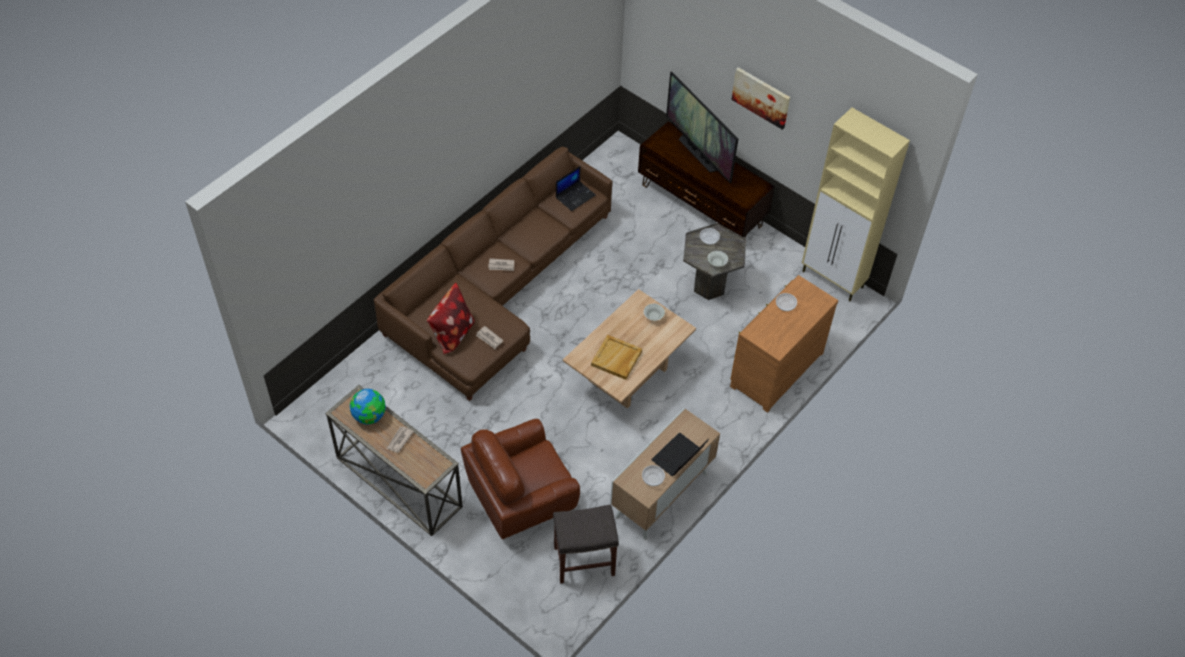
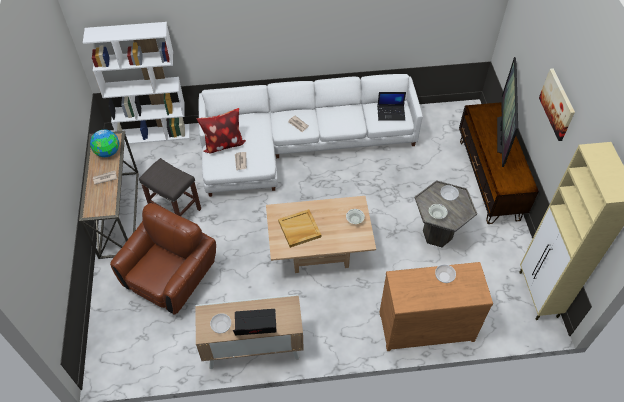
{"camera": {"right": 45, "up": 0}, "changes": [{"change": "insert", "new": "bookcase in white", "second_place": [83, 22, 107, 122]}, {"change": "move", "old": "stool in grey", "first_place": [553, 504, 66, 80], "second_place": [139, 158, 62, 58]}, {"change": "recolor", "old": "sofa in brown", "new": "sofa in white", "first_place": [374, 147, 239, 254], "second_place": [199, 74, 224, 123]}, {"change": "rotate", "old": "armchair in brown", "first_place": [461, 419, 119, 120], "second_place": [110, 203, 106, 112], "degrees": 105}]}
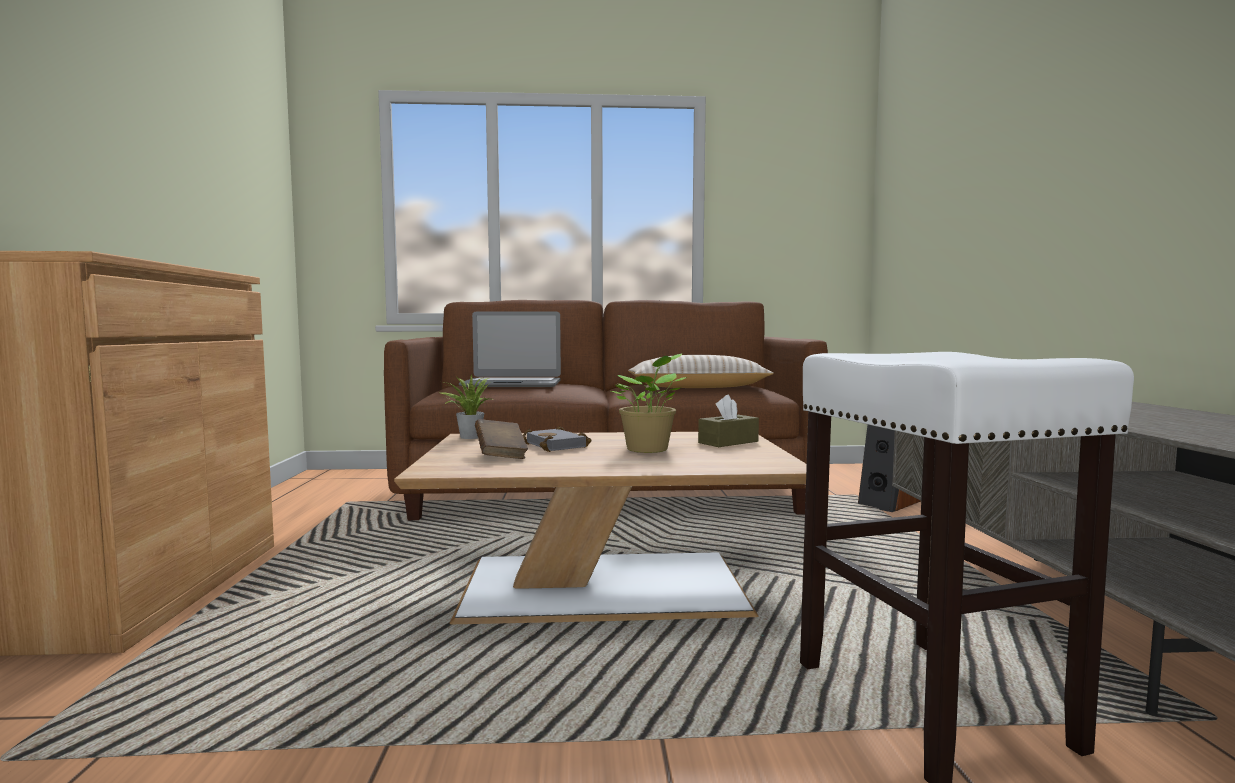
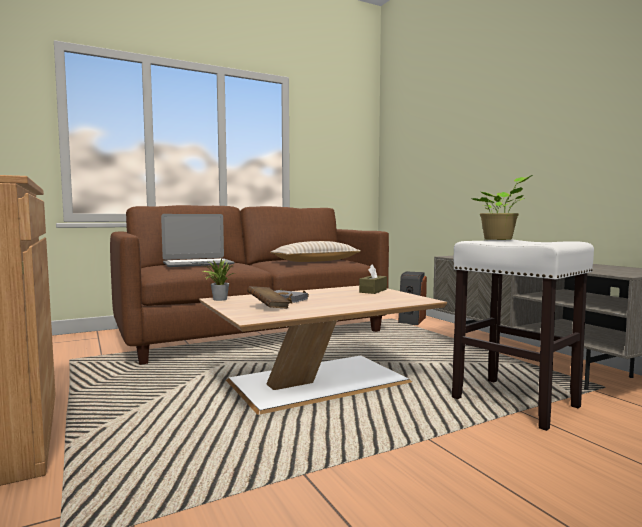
{"camera": {"right": -25, "up": 0}, "changes": [{"change": "move", "old": "potted plant", "first_place": [611, 354, 76, 99], "second_place": [472, 175, 61, 65]}]}
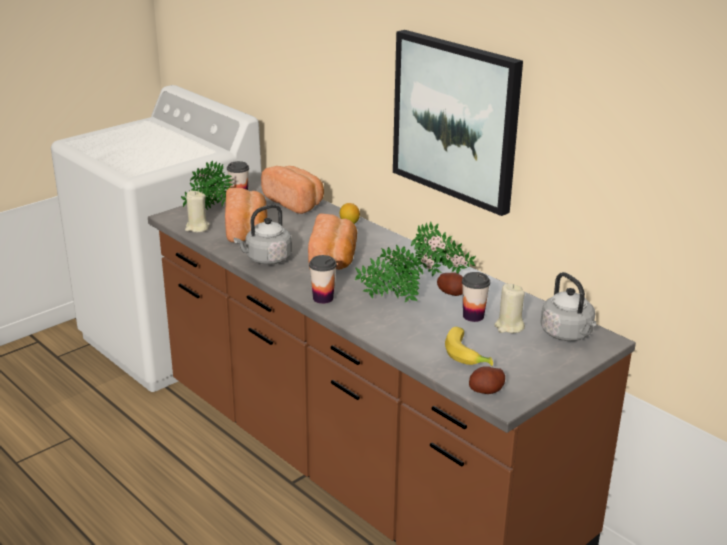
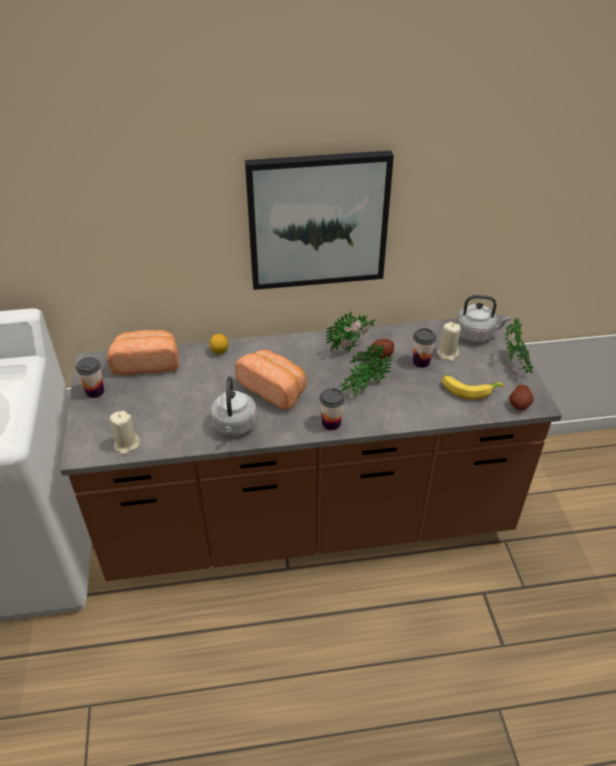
{"camera": {"right": -55, "up": 15}, "changes": [{"change": "delete", "old": "bread", "first_place": [225, 188, 42, 54]}, {"change": "move", "old": "potted plant", "first_place": [181, 161, 52, 49], "second_place": [505, 318, 29, 56]}]}
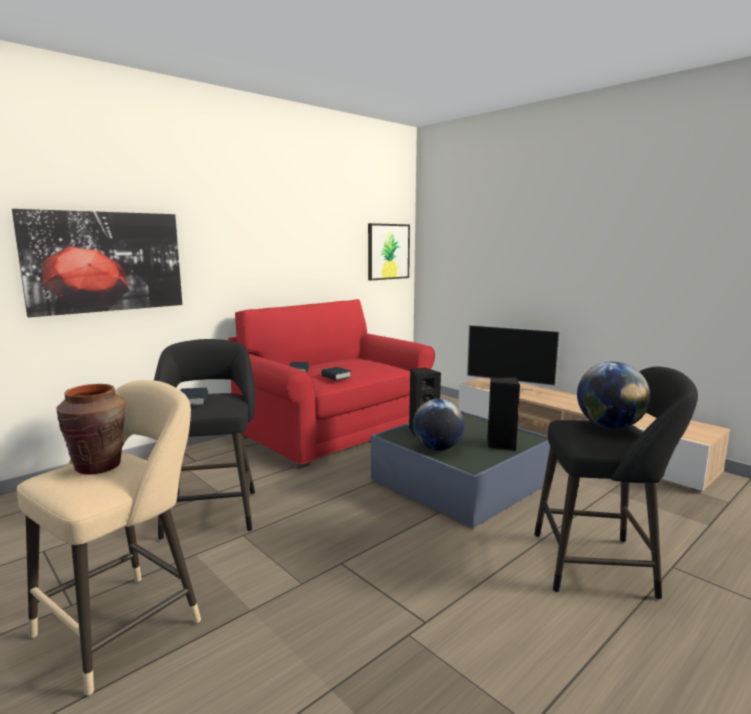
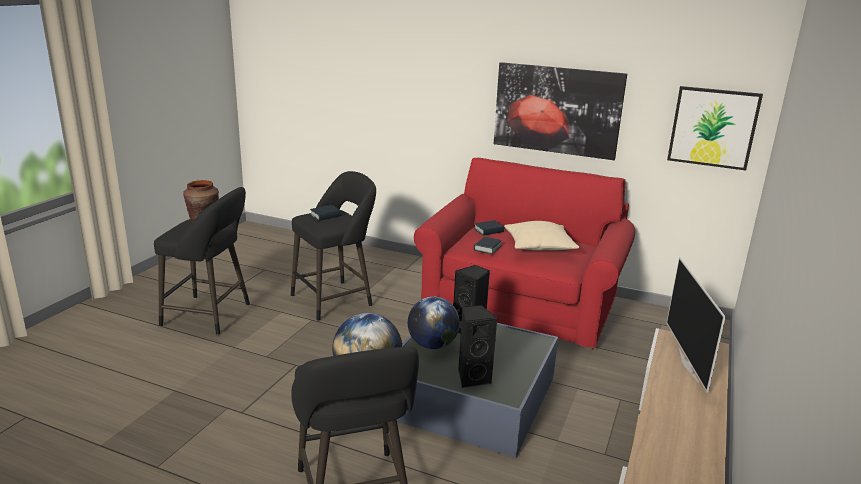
{"camera": {"right": 65, "up": 10}, "changes": [{"change": "insert", "new": "pillow in beige", "second_place": [504, 221, 75, 30]}, {"change": "move", "old": "picture", "first_place": [12, 209, 170, 108], "second_place": [494, 62, 133, 98]}, {"change": "recolor", "old": "stool in beige", "new": "stool in black", "first_place": [17, 380, 184, 316], "second_place": [154, 187, 96, 148]}]}
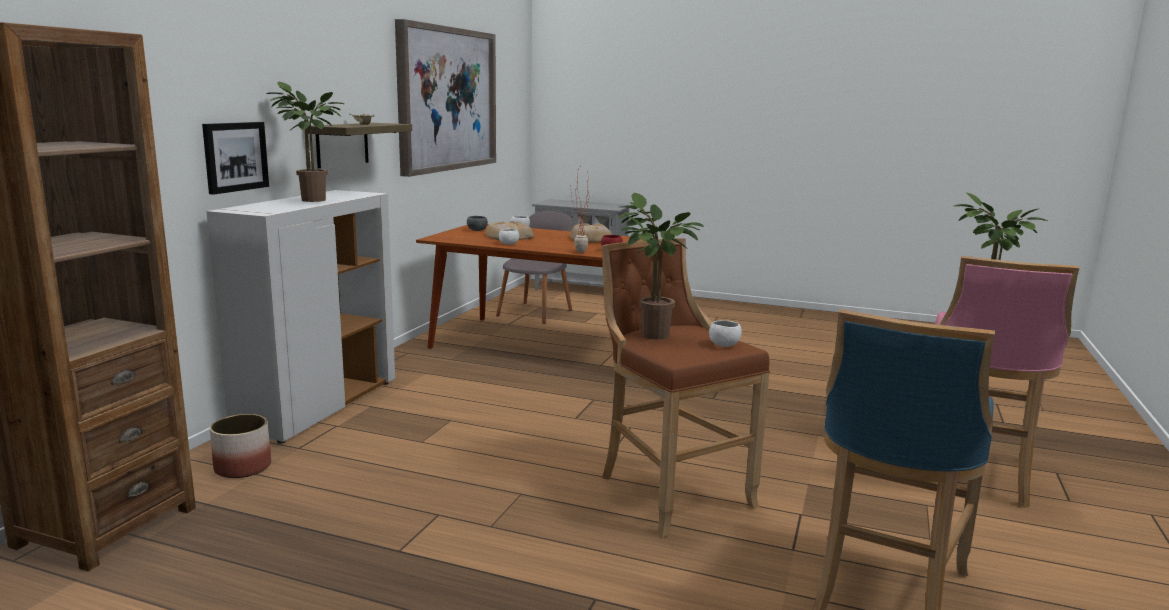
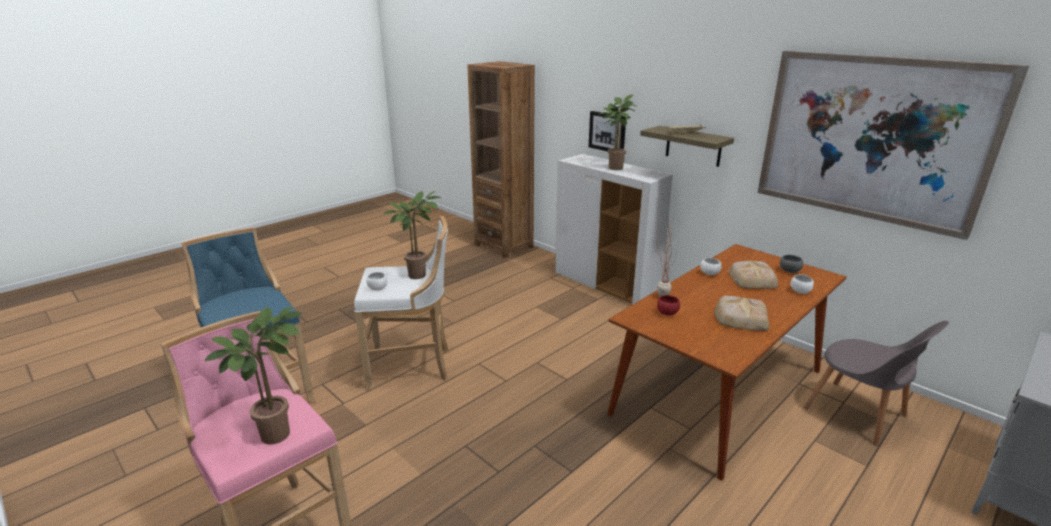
{"camera": {"right": 115, "up": 10}, "changes": [{"change": "delete", "old": "planter", "first_place": [210, 414, 61, 64]}, {"change": "recolor", "old": "stool in brown", "new": "stool in white", "first_place": [602, 238, 168, 300], "second_place": [354, 216, 94, 175]}]}
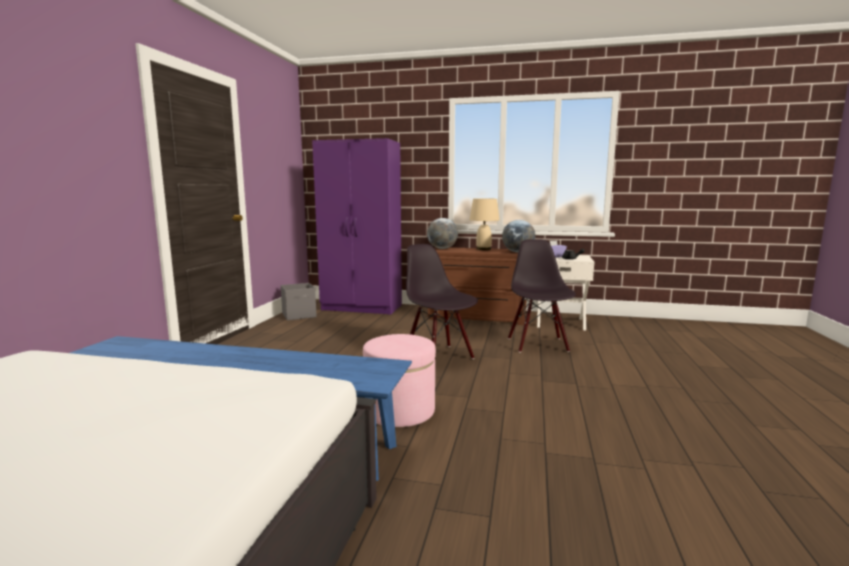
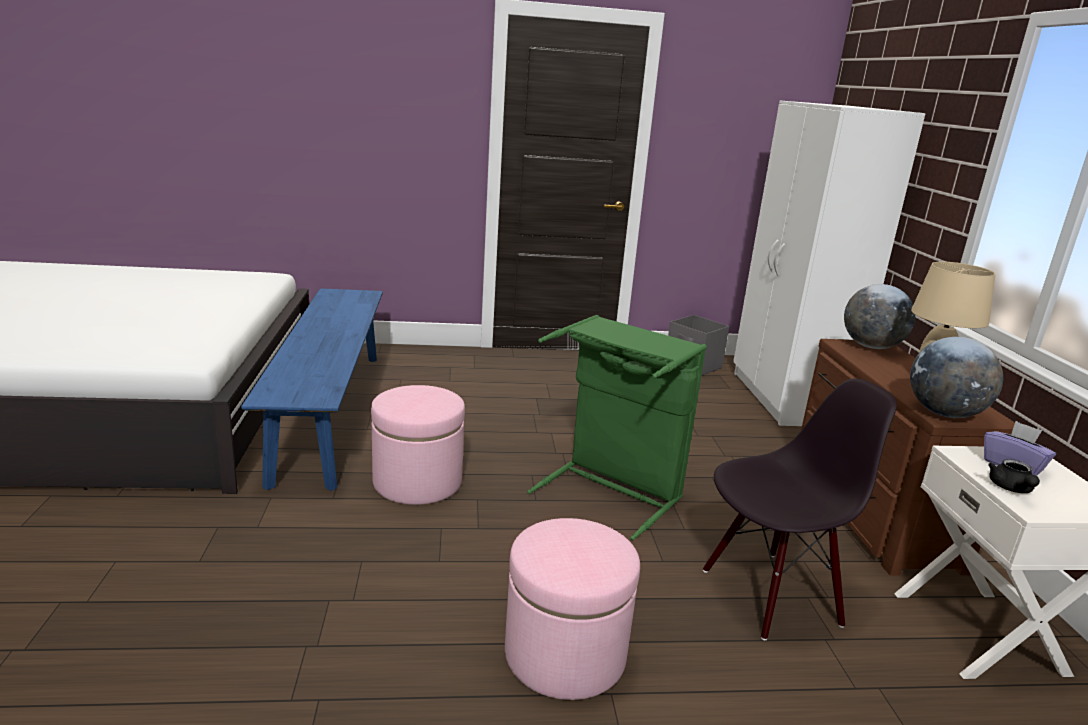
{"camera": {"right": 70, "up": 10}, "changes": [{"change": "insert", "new": "ottoman in pink", "second_place": [505, 518, 135, 182]}, {"change": "replace", "old": "chair in black", "new": "laundry basket in green", "first_place": [406, 244, 72, 115], "second_place": [527, 315, 180, 225]}, {"change": "recolor", "old": "wardrobe in purple", "new": "wardrobe in white", "first_place": [312, 138, 90, 177], "second_place": [733, 101, 193, 325]}]}
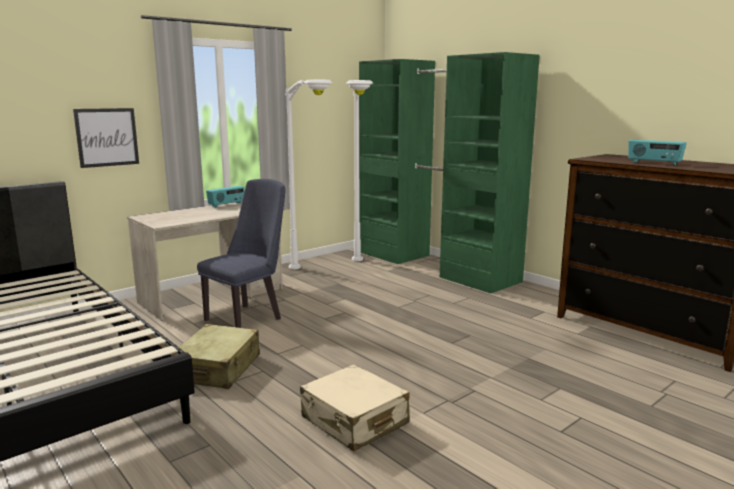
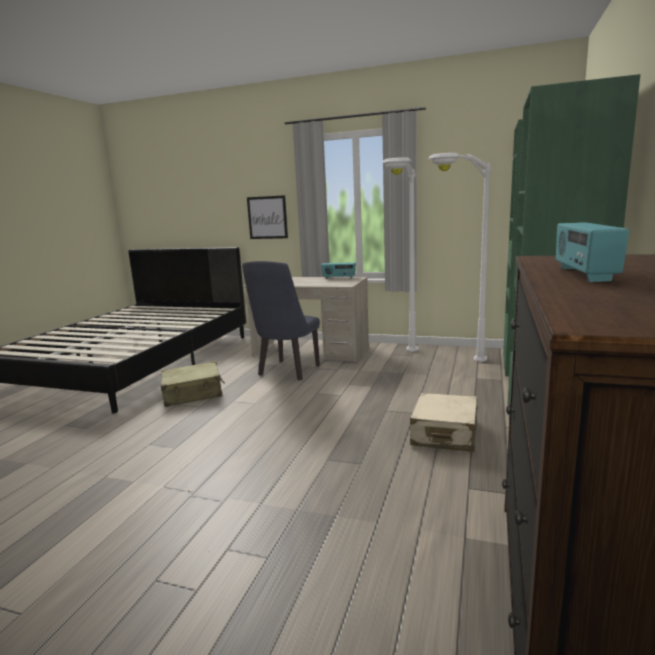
{"camera": {"right": 60, "up": 0}, "changes": [{"change": "move", "old": "suitcase in beige", "first_place": [300, 364, 109, 87], "second_place": [410, 393, 68, 59]}, {"change": "rotate", "old": "chair in blue", "first_place": [197, 179, 89, 149], "second_place": [242, 261, 78, 119], "degrees": 105}]}
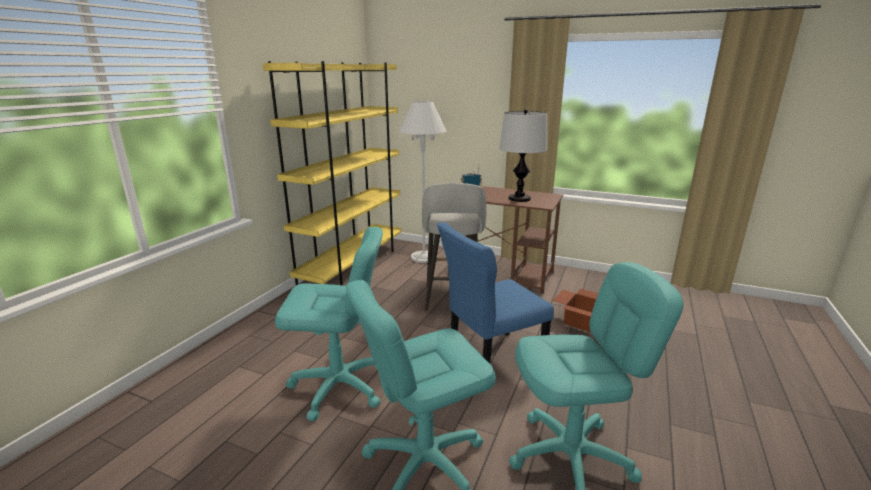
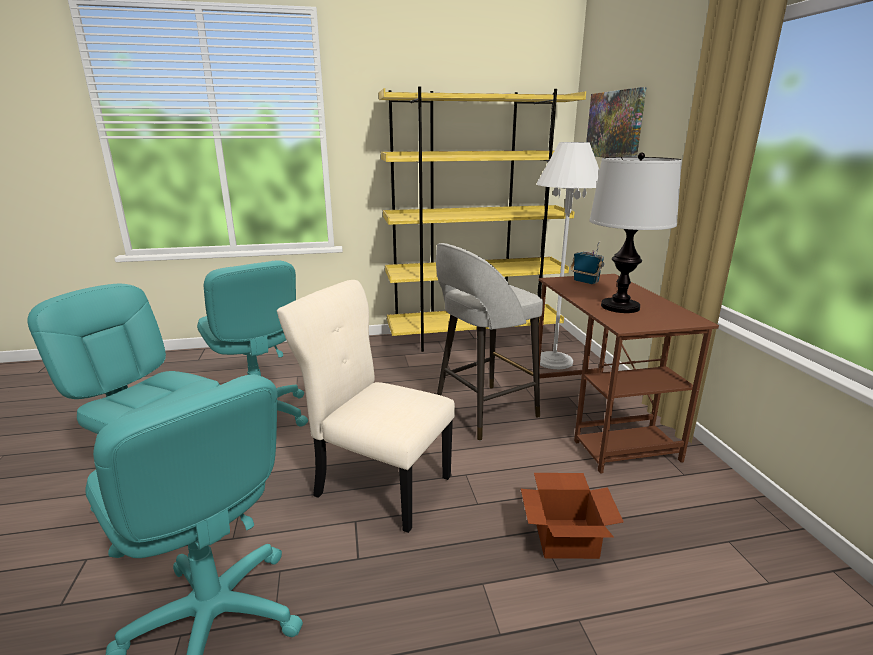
{"camera": {"right": 55, "up": 0}, "changes": [{"change": "insert", "new": "picture", "second_place": [586, 87, 60, 71]}, {"change": "recolor", "old": "chair in blue", "new": "chair in beige", "first_place": [437, 222, 117, 141], "second_place": [277, 280, 178, 253]}]}
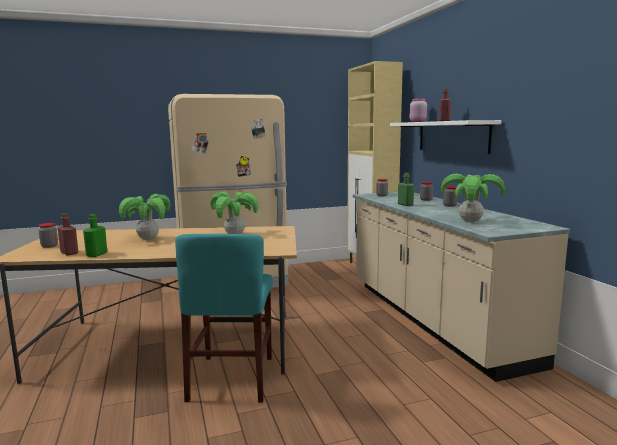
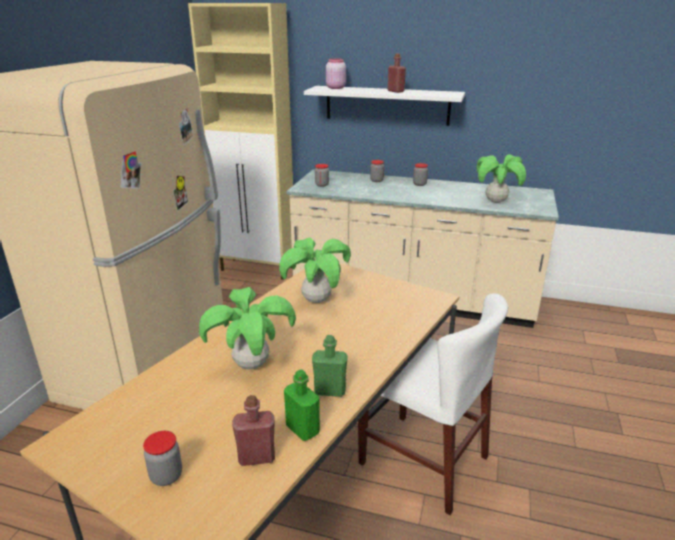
{"camera": {"right": -55, "up": 15}, "changes": [{"change": "move", "old": "bottle in green", "first_place": [398, 173, 16, 33], "second_place": [312, 335, 36, 62]}, {"change": "recolor", "old": "chair in turquoise", "new": "chair in white", "first_place": [175, 234, 98, 169], "second_place": [358, 293, 150, 222]}]}
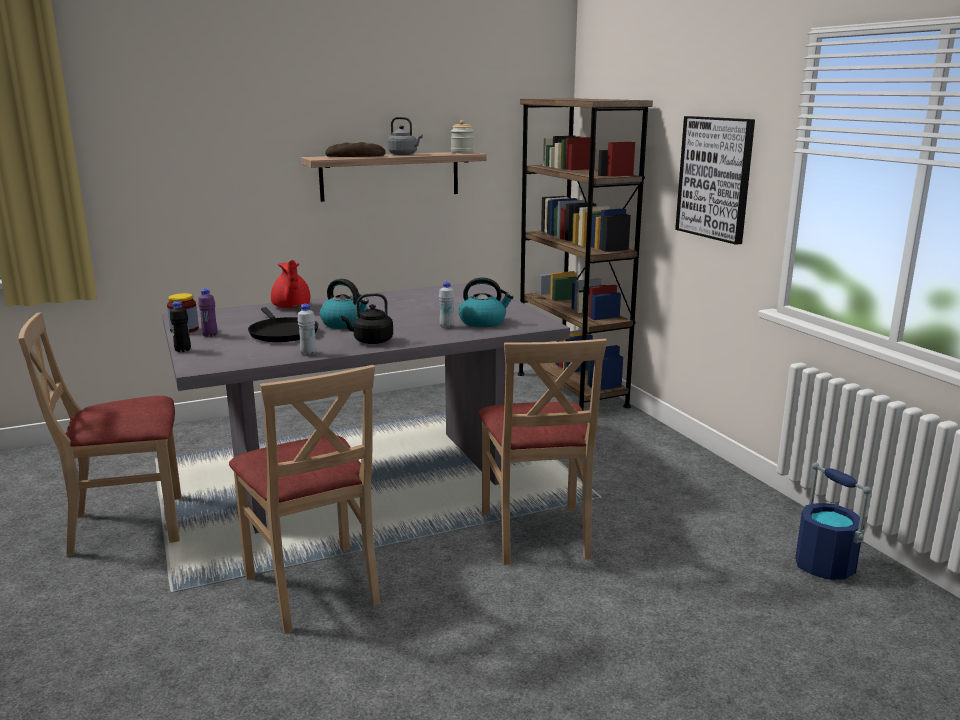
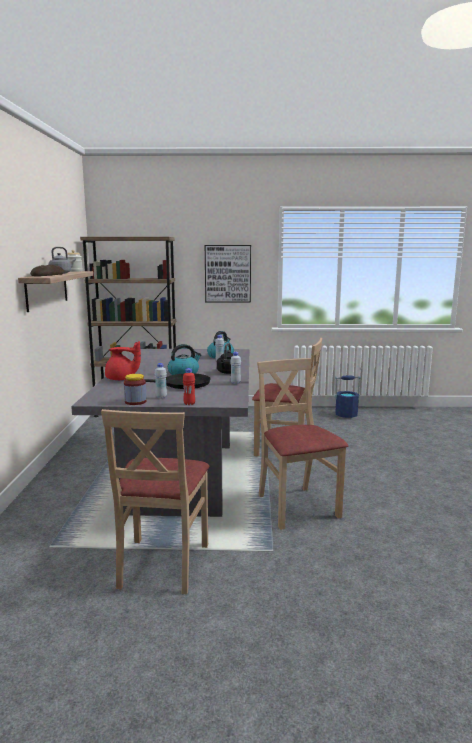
{"camera": {"right": -65, "up": -5}, "changes": [{"change": "recolor", "old": "bottle in black", "new": "bottle in red", "first_place": [170, 301, 21, 51], "second_place": [183, 368, 12, 37]}, {"change": "recolor", "old": "bottle in purple", "new": "bottle in white", "first_place": [198, 289, 20, 48], "second_place": [155, 363, 12, 36]}, {"change": "rotate", "old": "chair in beige", "first_place": [229, 365, 151, 269], "second_place": [257, 358, 91, 172], "degrees": -105}]}
